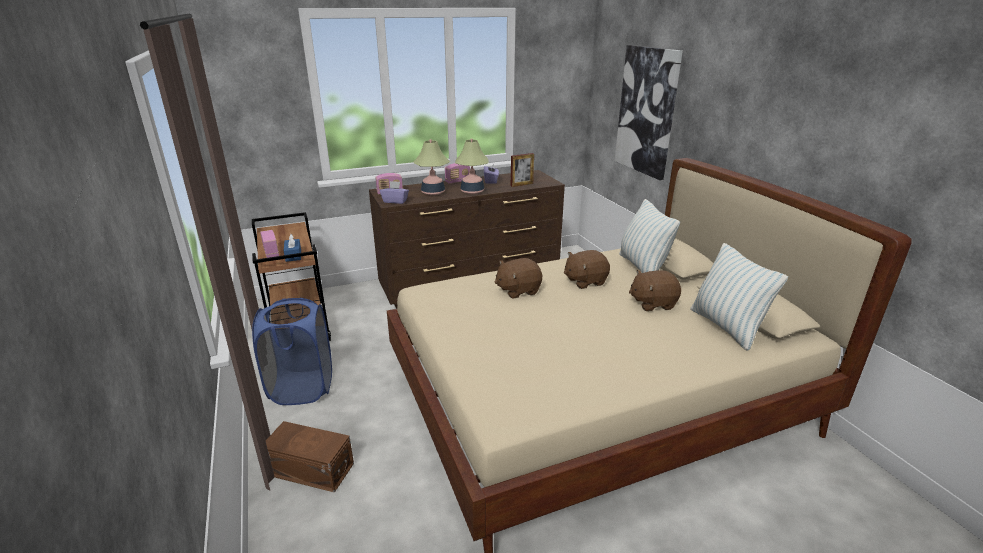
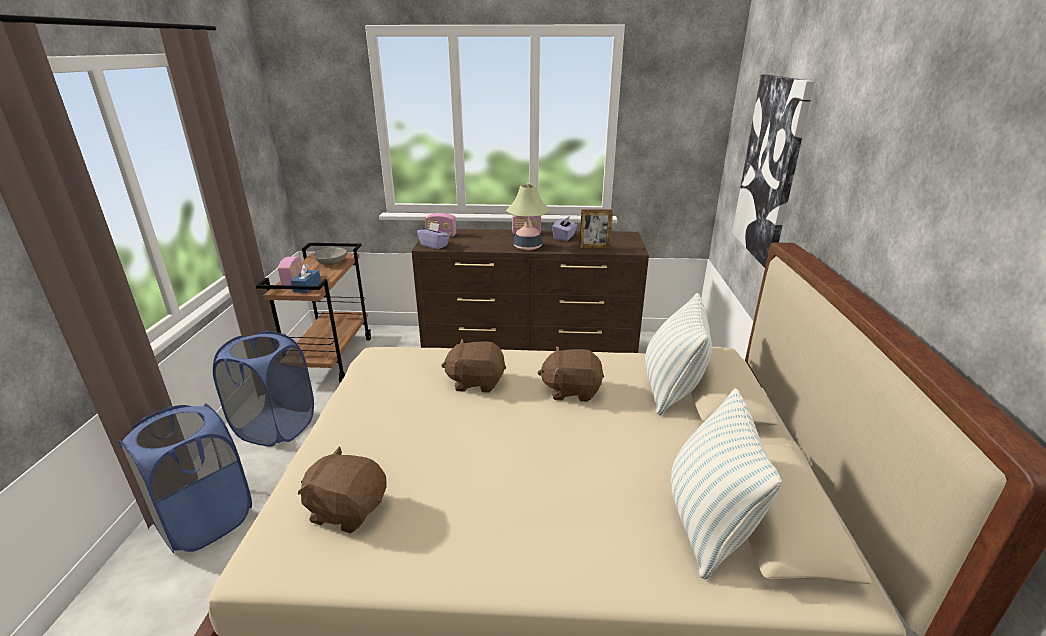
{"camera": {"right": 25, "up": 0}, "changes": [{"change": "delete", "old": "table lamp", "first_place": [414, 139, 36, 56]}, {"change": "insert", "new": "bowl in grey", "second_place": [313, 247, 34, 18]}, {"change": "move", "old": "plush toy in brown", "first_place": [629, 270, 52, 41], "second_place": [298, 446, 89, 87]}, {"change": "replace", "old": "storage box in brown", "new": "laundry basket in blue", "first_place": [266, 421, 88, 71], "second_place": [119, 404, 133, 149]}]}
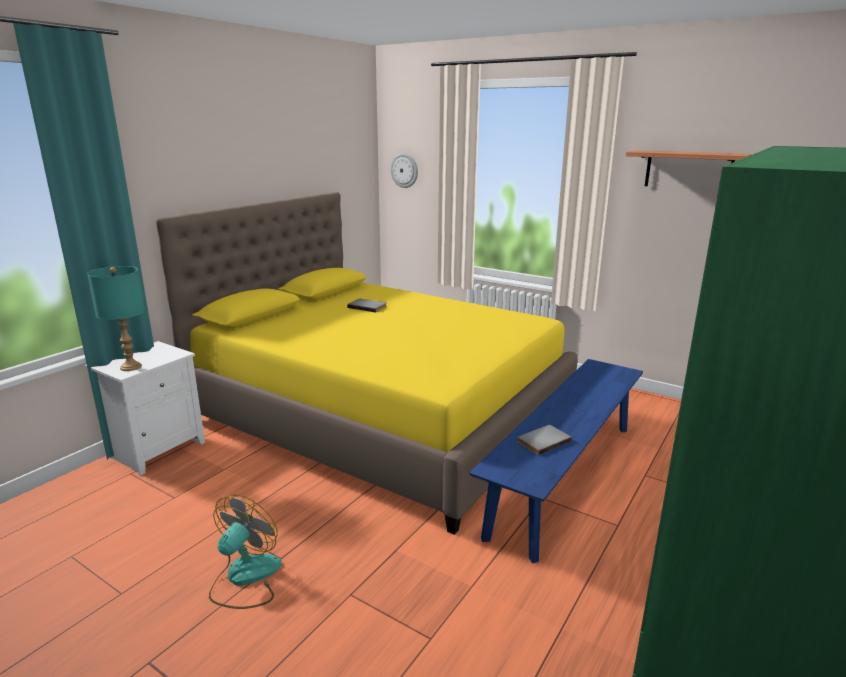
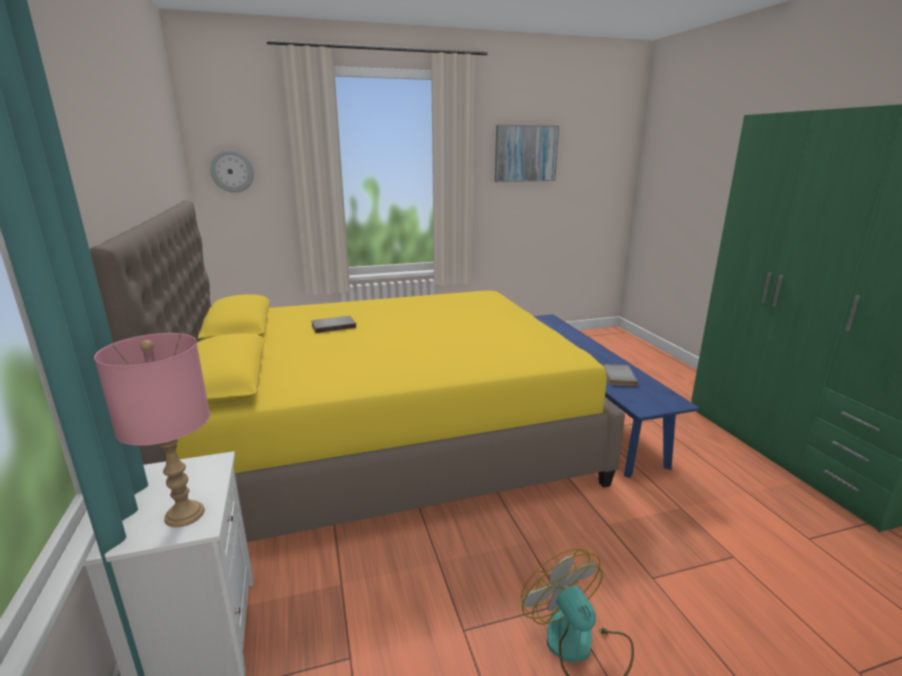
{"camera": {"right": -50, "up": 0}, "changes": [{"change": "replace", "old": "shelf", "new": "picture", "first_place": [626, 150, 126, 36], "second_place": [495, 125, 64, 57]}, {"change": "recolor", "old": "table lamp in turquoise", "new": "table lamp in pink", "first_place": [88, 266, 57, 105], "second_place": [94, 333, 116, 194]}]}
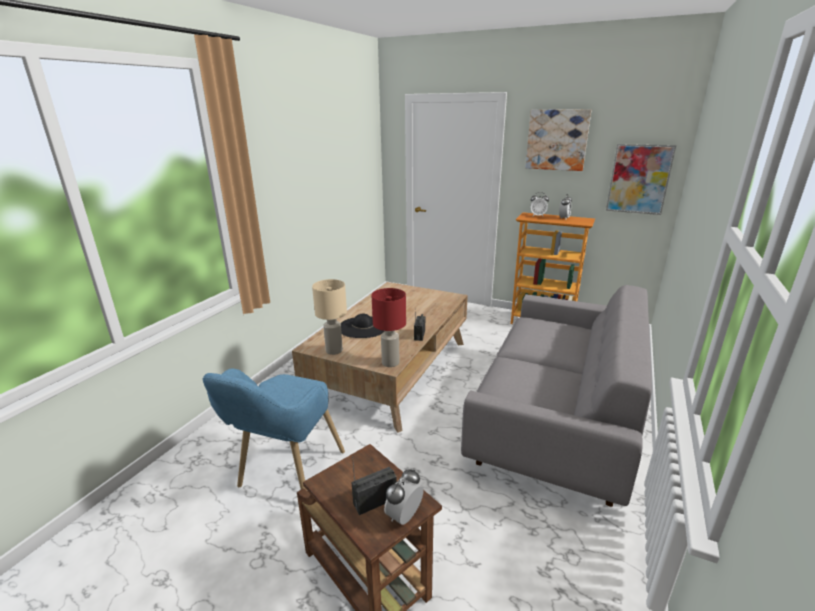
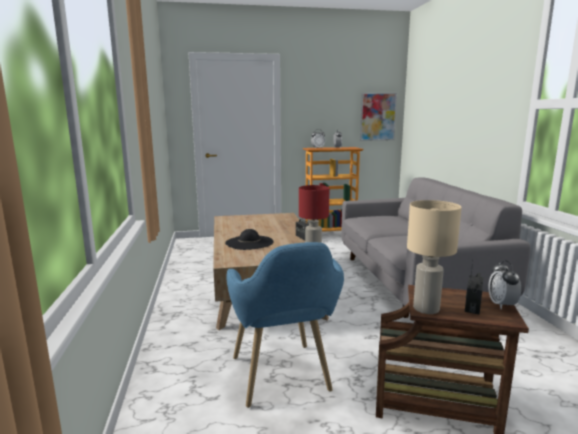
{"camera": {"right": -35, "up": -10}, "changes": [{"change": "delete", "old": "picture", "first_place": [525, 109, 67, 62]}, {"change": "move", "old": "table lamp in beige", "first_place": [312, 279, 35, 76], "second_place": [407, 200, 55, 114]}]}
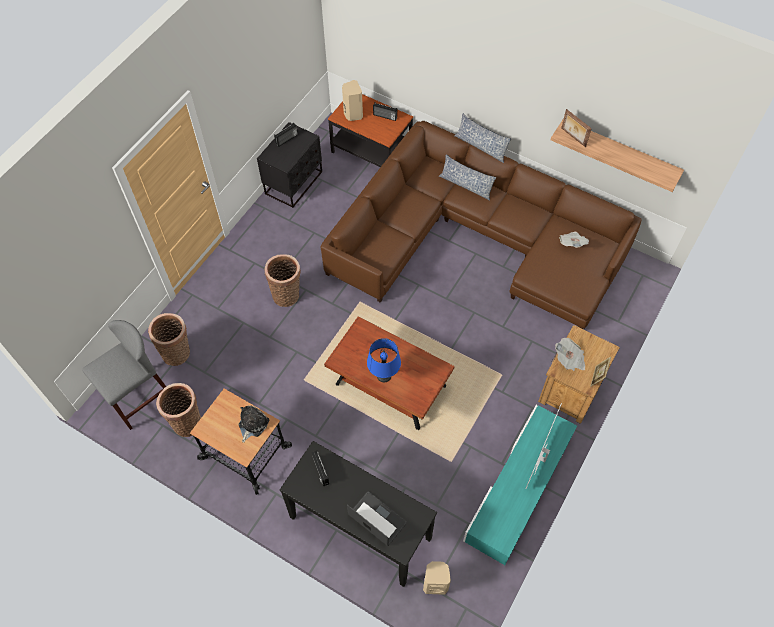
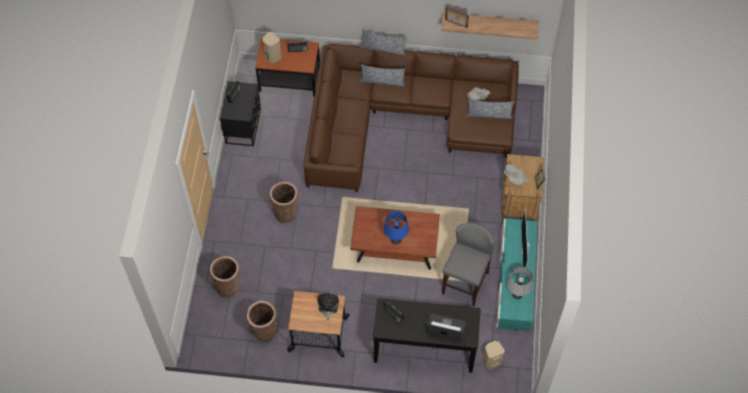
{"camera": {"right": -25, "up": 0}, "changes": [{"change": "insert", "new": "pillow", "second_place": [465, 99, 49, 20]}, {"change": "insert", "new": "table lamp in grey", "second_place": [507, 267, 26, 32]}, {"change": "move", "old": "stool in grey", "first_place": [82, 320, 84, 110], "second_place": [442, 223, 53, 83]}]}
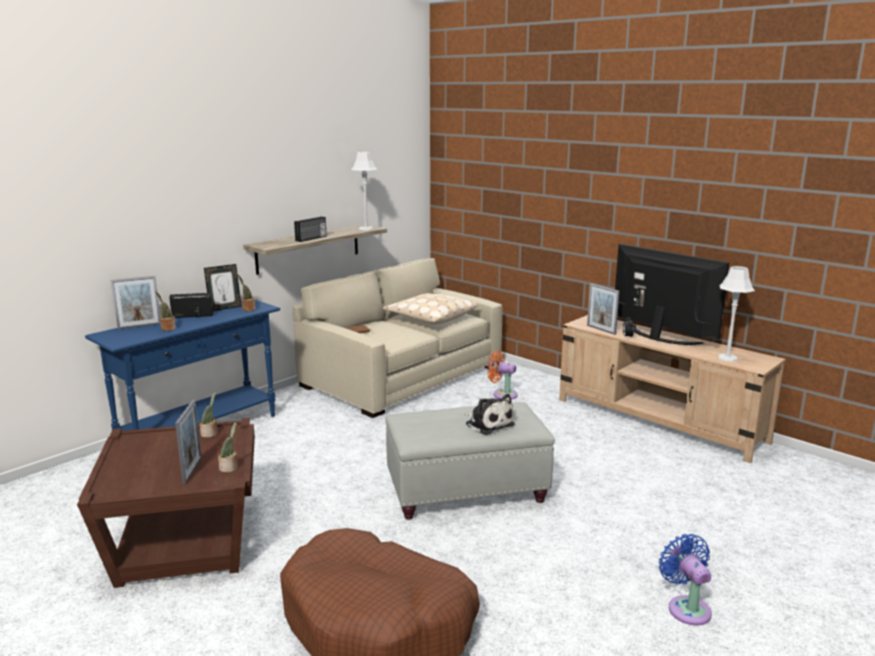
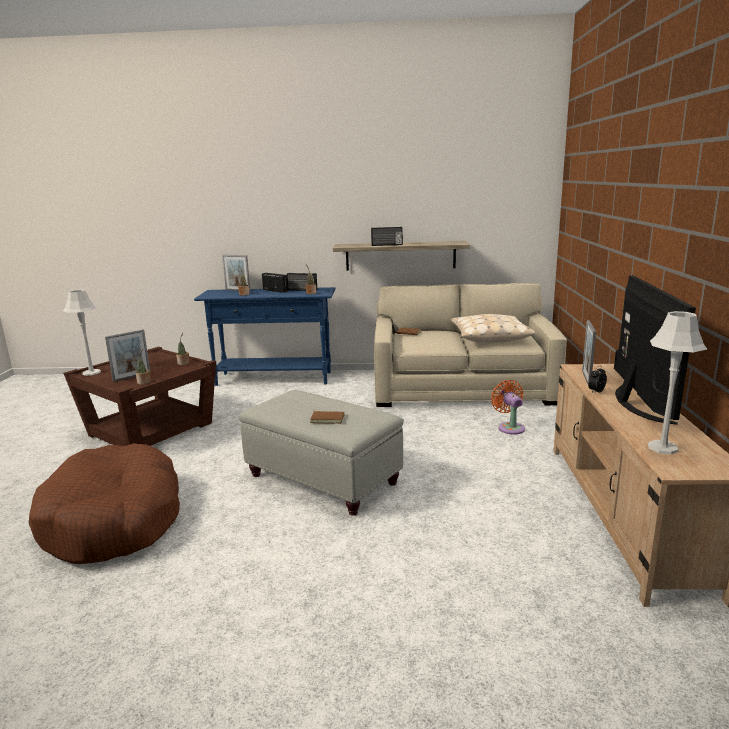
{"camera": {"right": 50, "up": 0}, "changes": [{"change": "delete", "old": "fan in blue", "first_place": [659, 534, 53, 91]}, {"change": "move", "old": "table lamp in grey", "first_place": [351, 152, 26, 78], "second_place": [63, 289, 38, 87]}, {"change": "replace", "old": "picture frame", "new": "radio", "first_place": [204, 264, 38, 47], "second_place": [287, 273, 30, 18]}, {"change": "replace", "old": "plush toy", "new": "book in brown", "first_place": [465, 394, 50, 41], "second_place": [310, 410, 34, 14]}]}
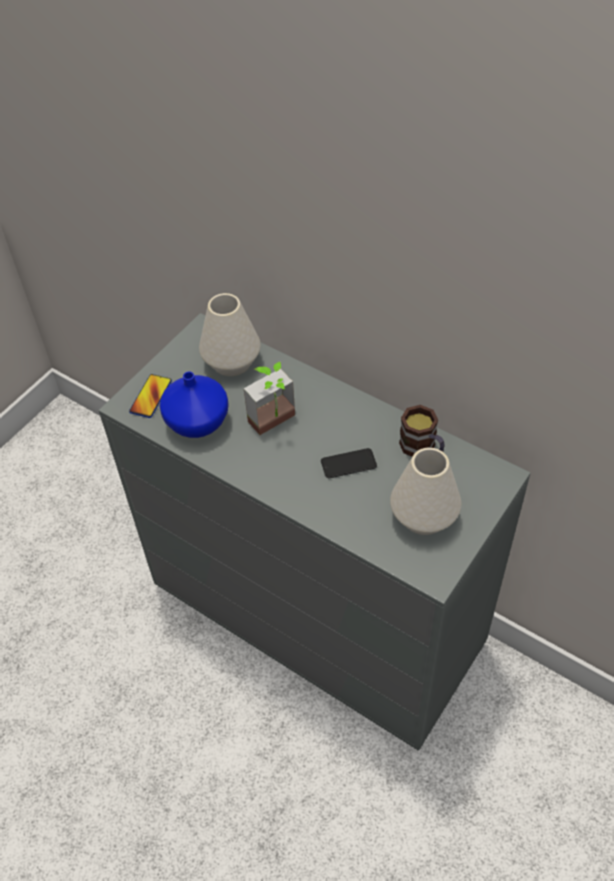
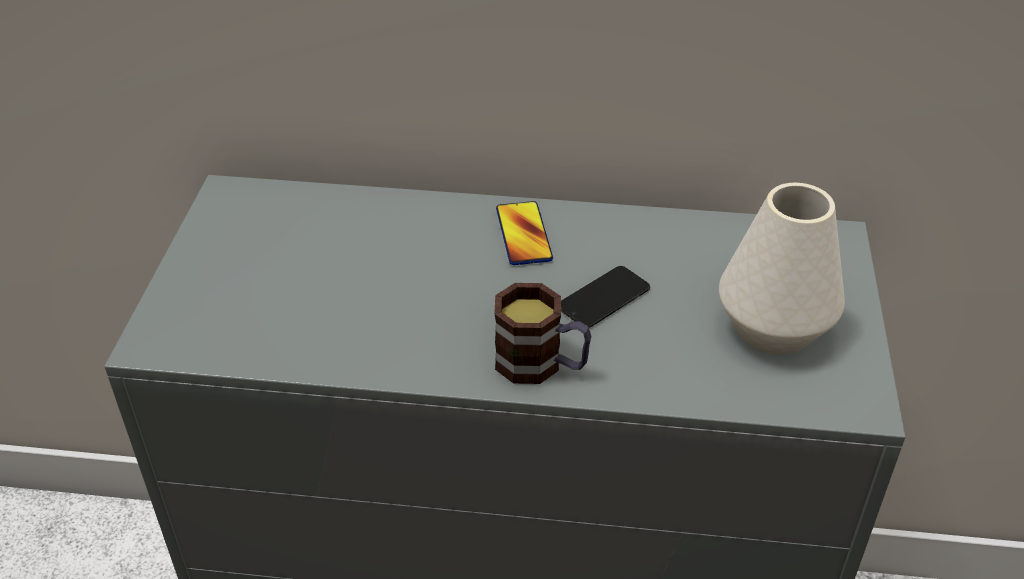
{"camera": {"right": -30, "up": -10}, "changes": [{"change": "delete", "old": "vase in blue", "first_place": [160, 372, 69, 66]}, {"change": "delete", "old": "vase in white", "first_place": [199, 293, 62, 83]}, {"change": "delete", "old": "potted plant", "first_place": [244, 362, 51, 73]}, {"change": "move", "old": "phone", "first_place": [129, 374, 43, 44], "second_place": [496, 201, 57, 64]}, {"change": "move", "old": "mug", "first_place": [399, 405, 46, 52], "second_place": [494, 283, 97, 101]}]}
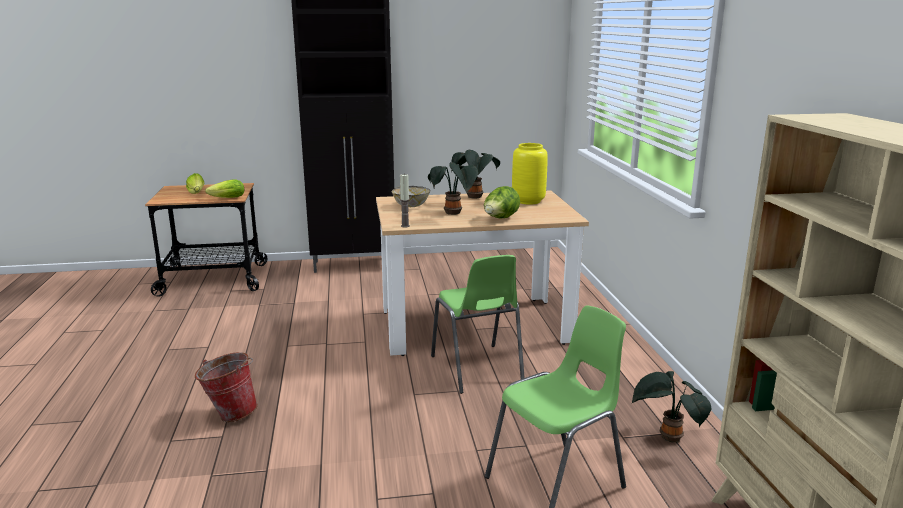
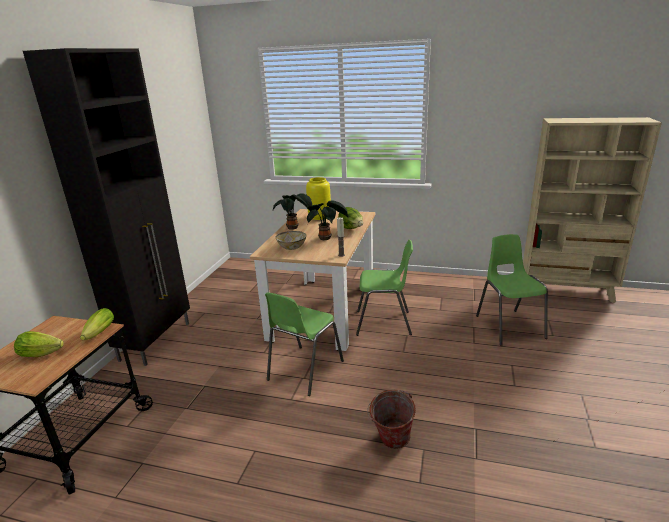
{"camera": {"right": -65, "up": 5}, "changes": [{"change": "delete", "old": "potted plant", "first_place": [631, 371, 81, 72]}, {"change": "insert", "new": "chair in green", "second_place": [265, 292, 79, 104]}]}
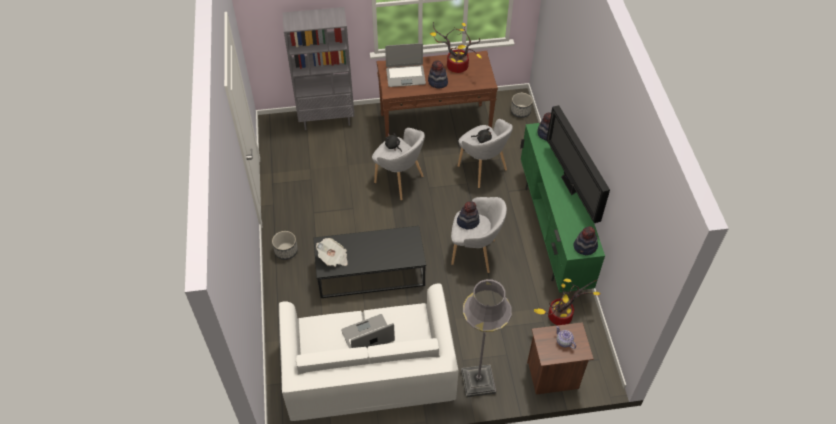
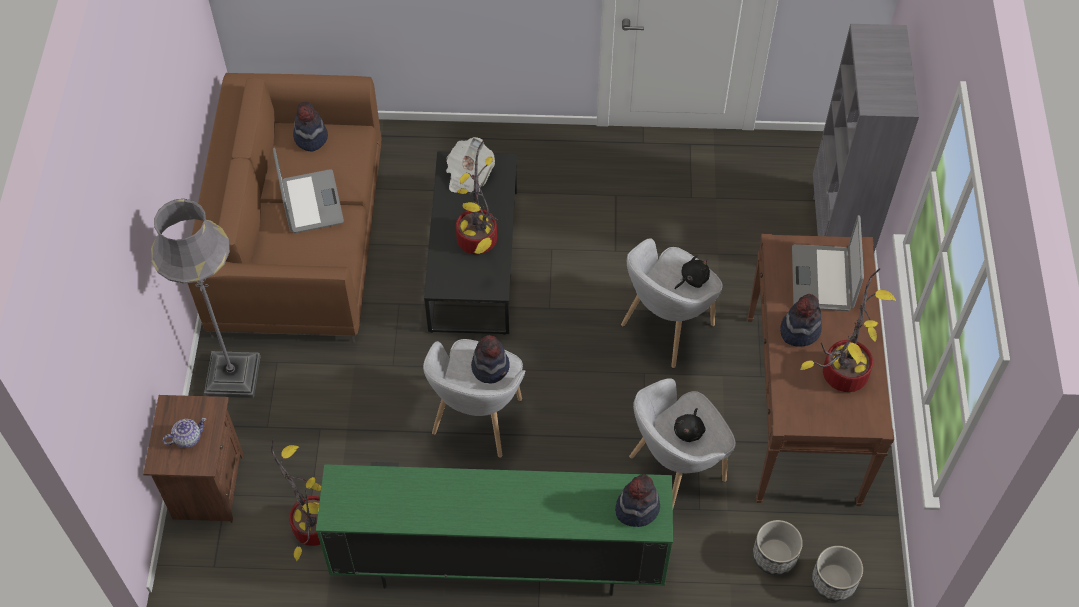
{"camera": {"right": 100, "up": 5}, "changes": [{"change": "delete", "old": "television", "first_place": [546, 105, 64, 118]}, {"change": "insert", "new": "potted plant", "second_place": [456, 140, 42, 115]}, {"change": "move", "old": "planter", "first_place": [272, 231, 26, 29], "second_place": [753, 520, 50, 55]}, {"change": "move", "old": "hat", "first_place": [574, 226, 24, 29], "second_place": [293, 102, 35, 50]}, {"change": "recolor", "old": "sofa in white", "new": "sofa in brown", "first_place": [279, 283, 180, 140], "second_place": [188, 73, 193, 269]}]}
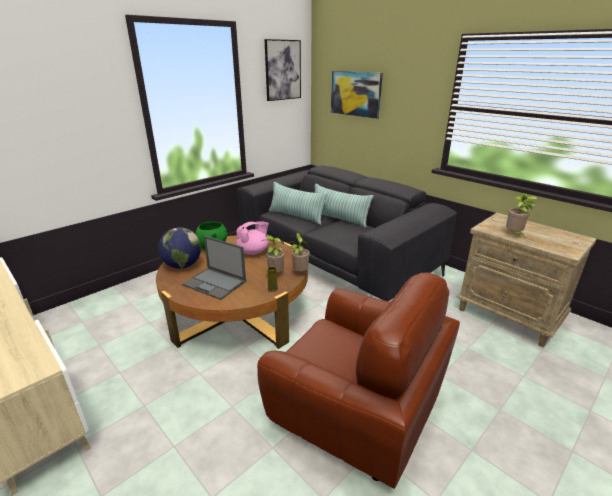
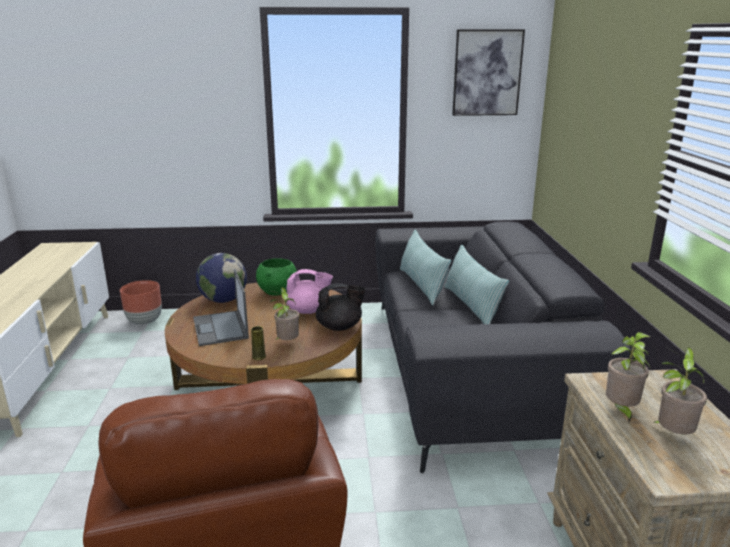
{"camera": {"right": 40, "up": -5}, "changes": [{"change": "delete", "old": "picture", "first_place": [331, 71, 52, 48]}, {"change": "insert", "new": "planter in brown", "second_place": [120, 280, 42, 45]}, {"change": "insert", "new": "teapot in black", "second_place": [316, 283, 50, 48]}, {"change": "move", "old": "potted plant", "first_place": [288, 232, 22, 39], "second_place": [653, 347, 54, 88]}]}
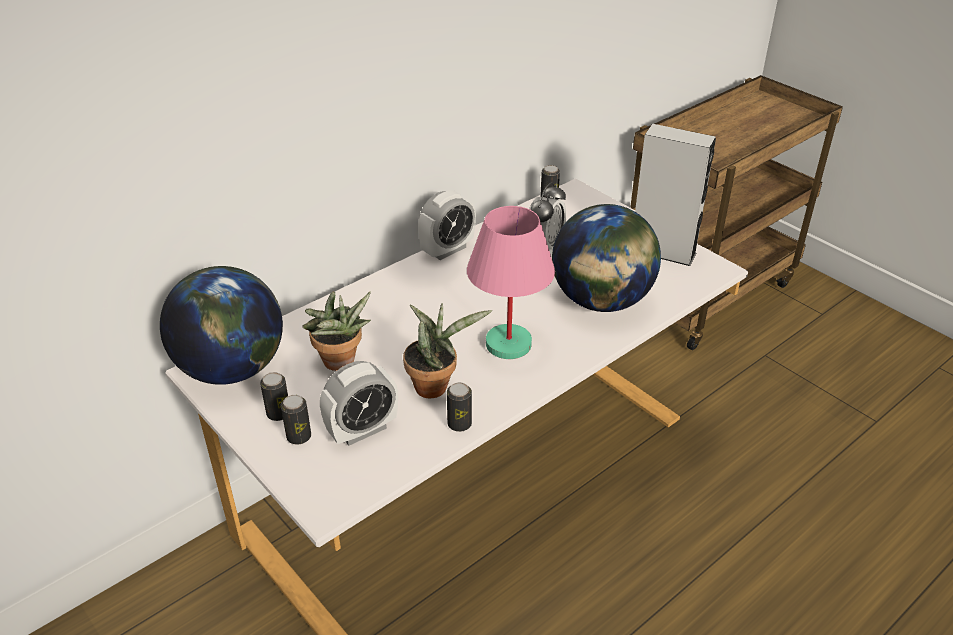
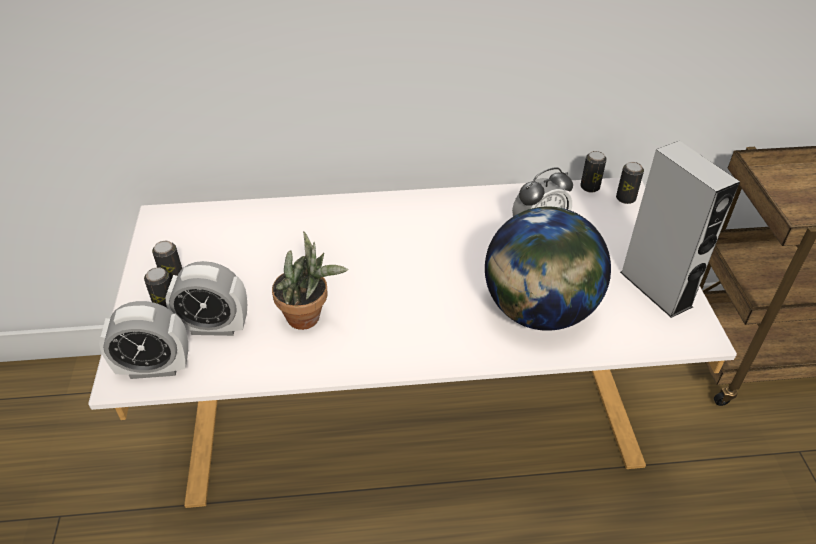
{"camera": {"right": 35, "up": 5}, "changes": [{"change": "delete", "old": "globe", "first_place": [160, 266, 123, 119]}, {"change": "delete", "old": "potted plant", "first_place": [302, 291, 69, 80]}, {"change": "delete", "old": "table lamp in pink", "first_place": [467, 206, 88, 153]}, {"change": "move", "old": "alarm clock", "first_place": [418, 190, 58, 70], "second_place": [99, 301, 89, 78]}, {"change": "move", "old": "can", "first_place": [447, 382, 25, 50], "second_place": [616, 162, 28, 42]}]}
